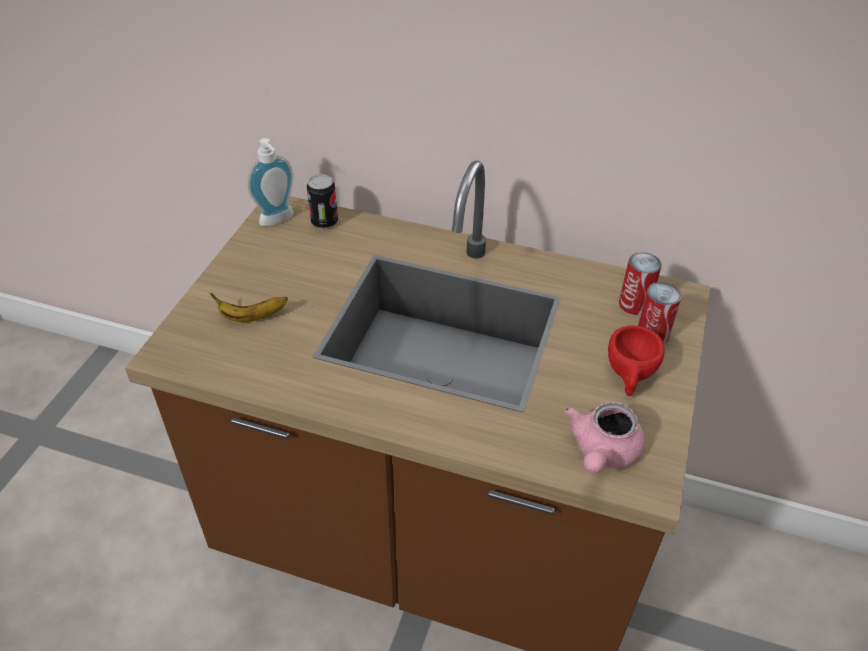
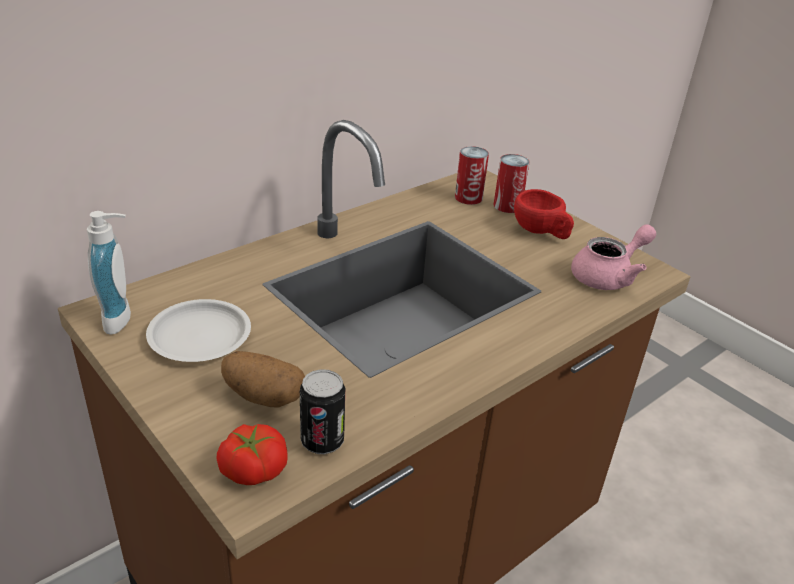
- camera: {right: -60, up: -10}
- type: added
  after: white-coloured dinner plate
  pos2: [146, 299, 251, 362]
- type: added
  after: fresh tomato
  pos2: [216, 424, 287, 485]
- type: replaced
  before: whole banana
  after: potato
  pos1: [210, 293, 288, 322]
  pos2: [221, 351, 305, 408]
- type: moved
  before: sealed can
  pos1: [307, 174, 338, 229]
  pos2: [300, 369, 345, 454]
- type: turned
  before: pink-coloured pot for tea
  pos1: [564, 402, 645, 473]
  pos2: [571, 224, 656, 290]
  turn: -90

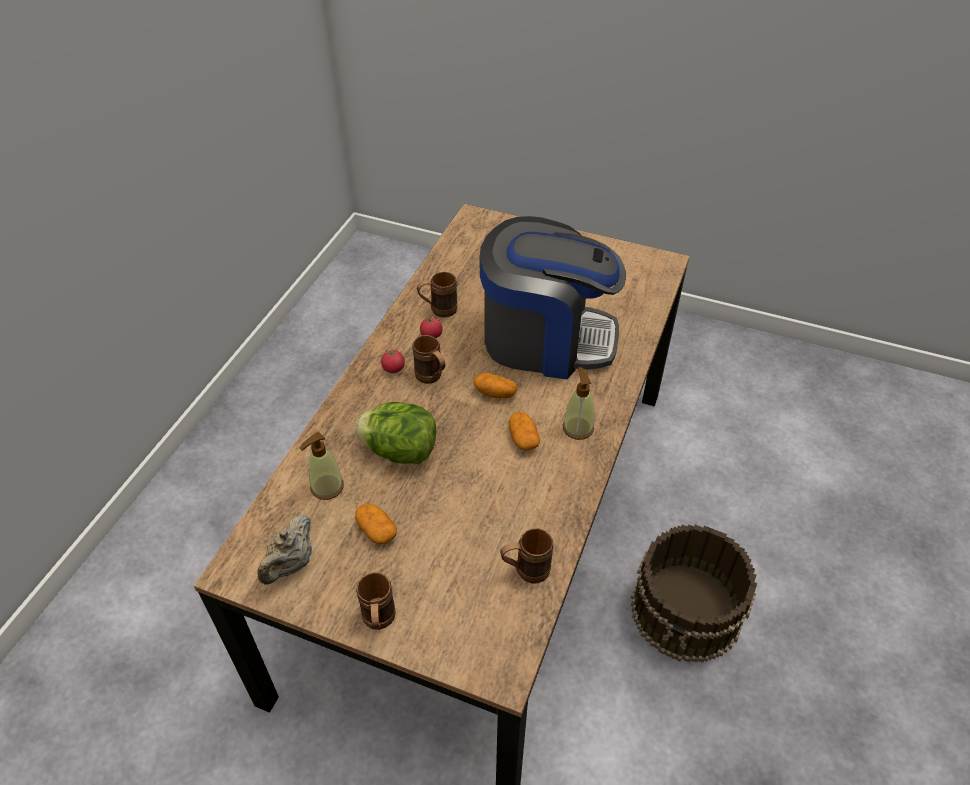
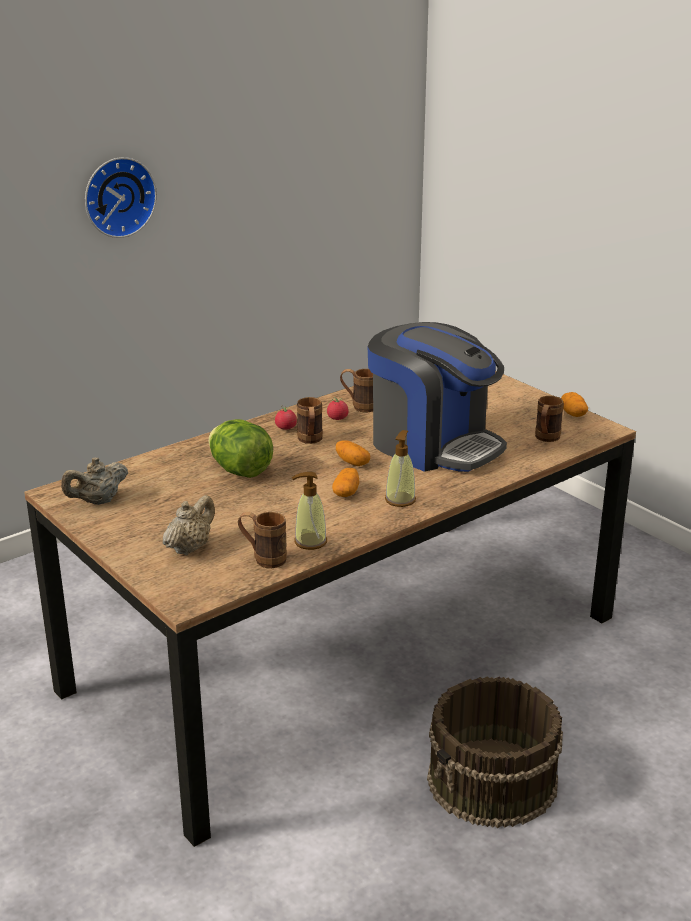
- camera: {right: 30, up: -20}
- type: added
  after: clock on the wall
  pos2: [85, 157, 157, 238]
- type: added
  after: sand-coloured pot for tea
  pos2: [163, 495, 215, 555]
- type: moved
  before: soap bottle
  pos1: [300, 432, 344, 500]
  pos2: [292, 472, 327, 550]
- type: moved
  before: brownish mug
  pos1: [356, 572, 396, 630]
  pos2: [535, 396, 564, 442]
- type: moved
  before: potato
  pos1: [355, 504, 397, 544]
  pos2: [561, 392, 588, 417]

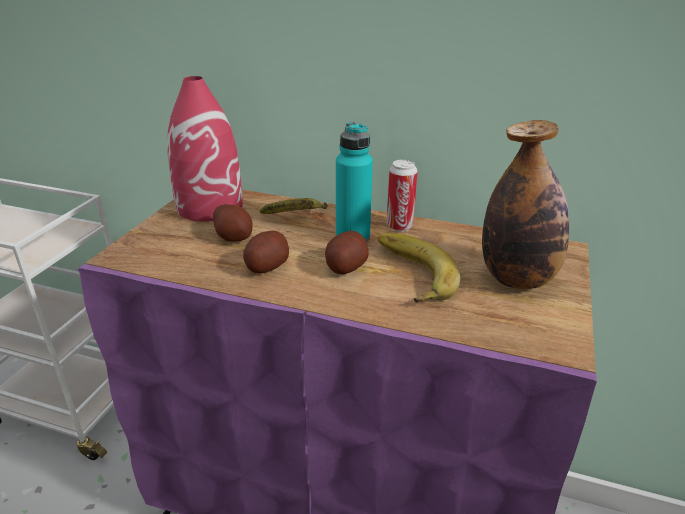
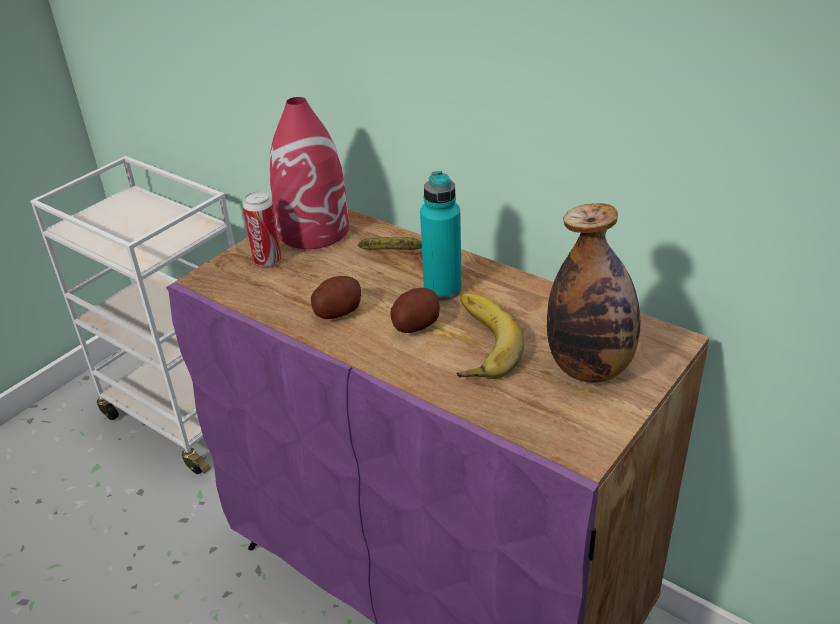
- camera: {right: 20, up: 5}
- type: moved
  before: sealed can
  pos1: [387, 159, 418, 232]
  pos2: [243, 192, 281, 267]
- type: removed
  before: potato
  pos1: [213, 204, 253, 242]

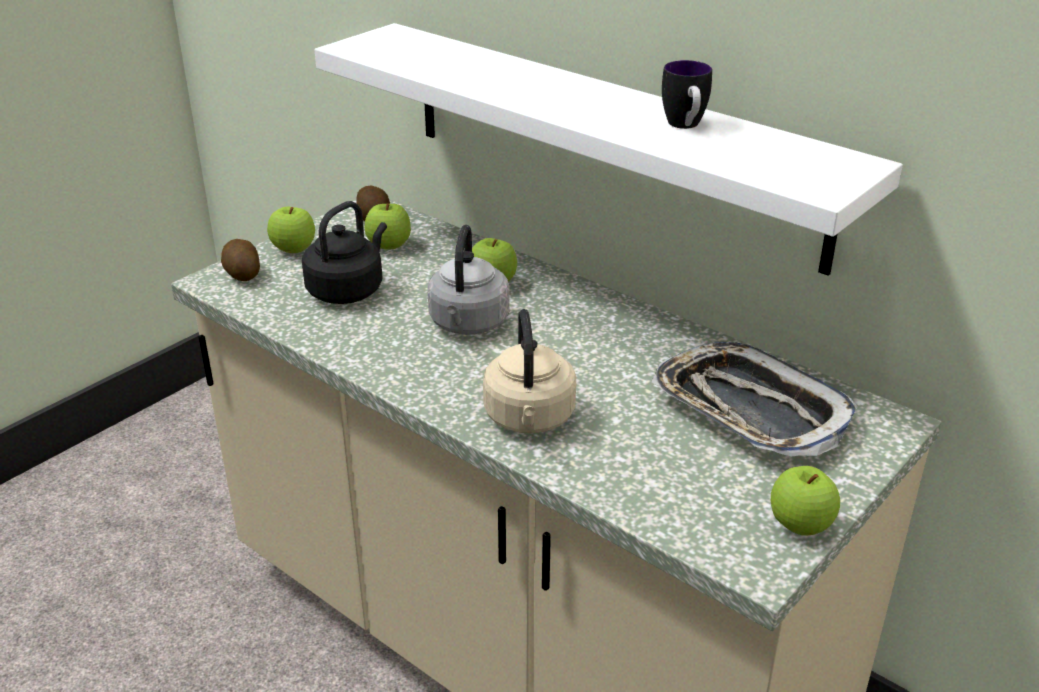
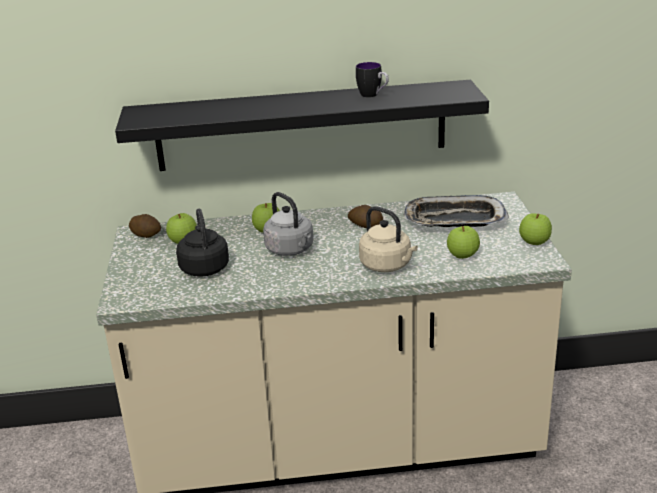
- camera: {right: -45, up: -5}
- type: recoloured
  before: white-coloured shelf
  after: black shelf
  pos1: [314, 23, 903, 276]
  pos2: [115, 80, 489, 171]
- type: moved
  before: potato
  pos1: [221, 239, 260, 281]
  pos2: [348, 205, 383, 228]
- type: moved
  before: apple fruit
  pos1: [267, 207, 315, 253]
  pos2: [447, 226, 480, 259]

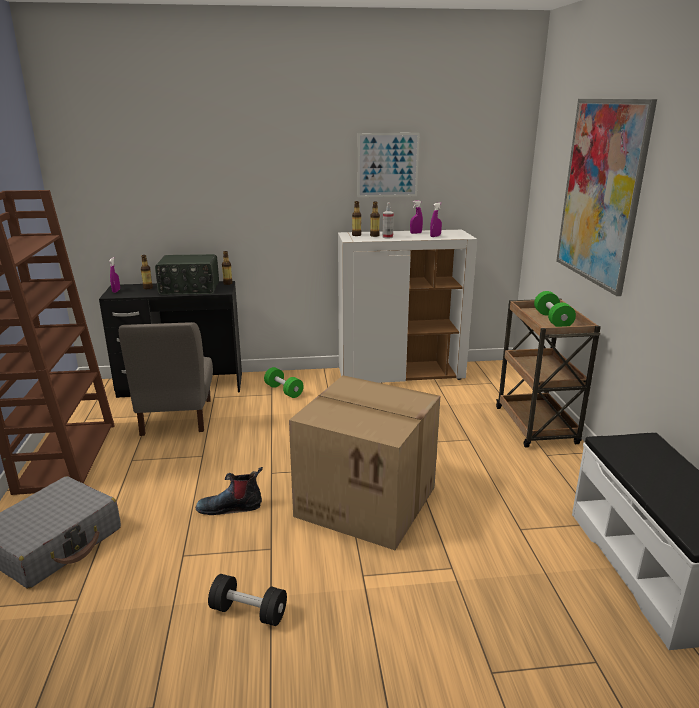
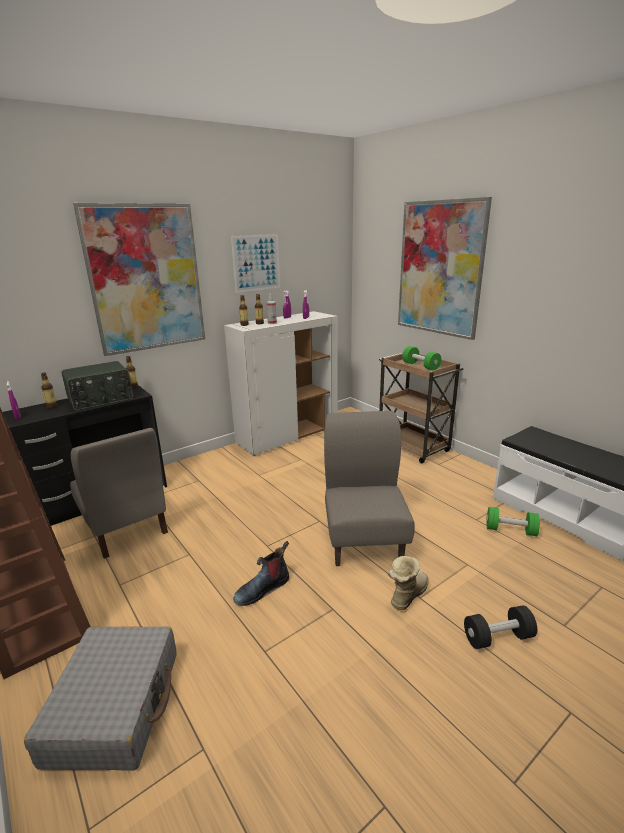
- camera: {right: -30, up: 0}
- type: added
  after: wall art
  pos2: [73, 203, 205, 356]
- type: replaced
  before: cardboard box
  after: greyish upright chair
  pos1: [289, 375, 440, 550]
  pos2: [324, 411, 415, 566]
- type: added
  after: boot
  pos2: [388, 556, 429, 610]
- type: moved
  before: black hand weight
  pos1: [208, 574, 287, 626]
  pos2: [464, 605, 537, 649]
- type: moved
  before: greenish hand weight
  pos1: [264, 367, 304, 398]
  pos2: [486, 507, 540, 536]

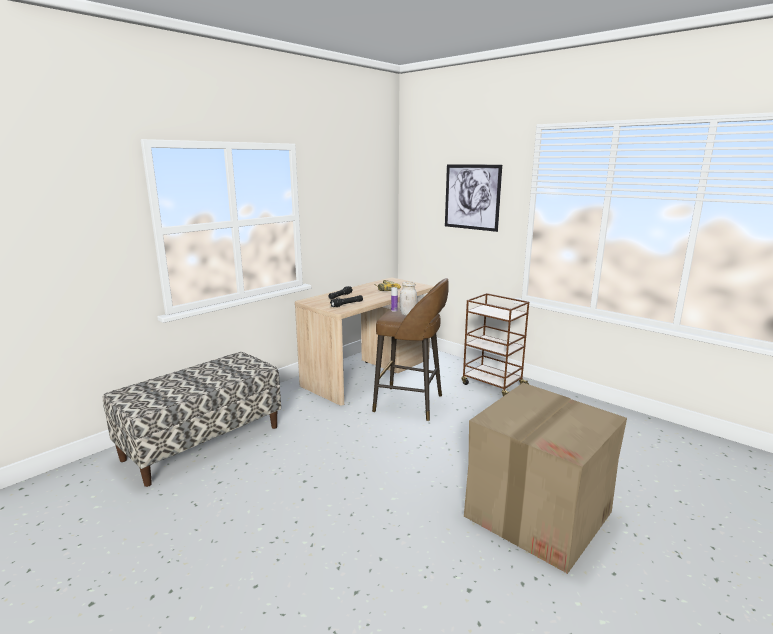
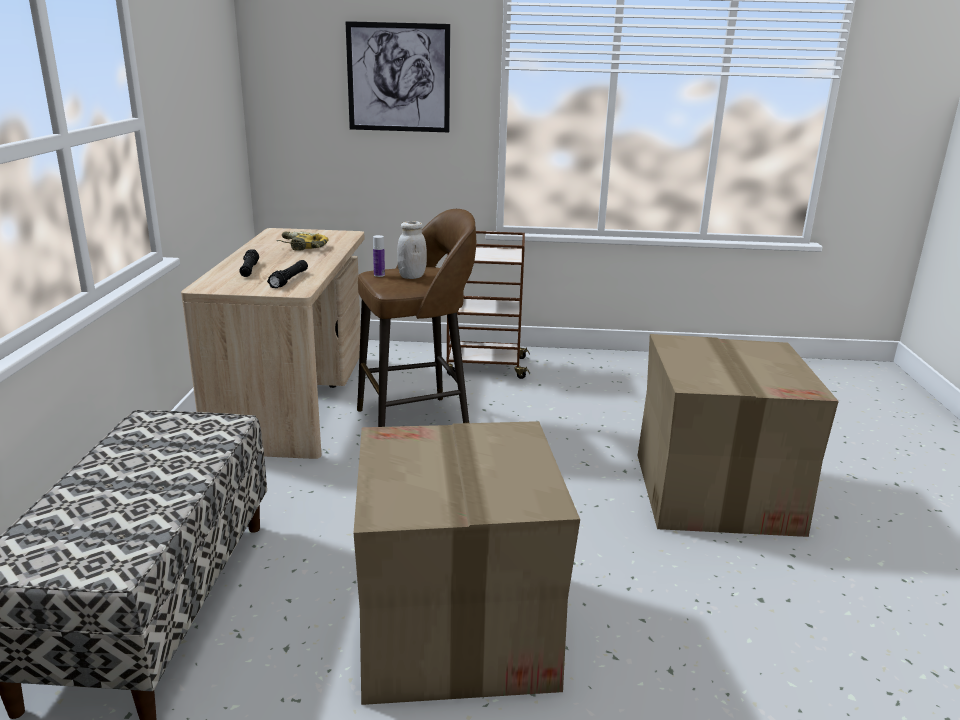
- camera: {right: -40, up: 5}
- type: added
  after: cardboard box
  pos2: [354, 421, 580, 705]

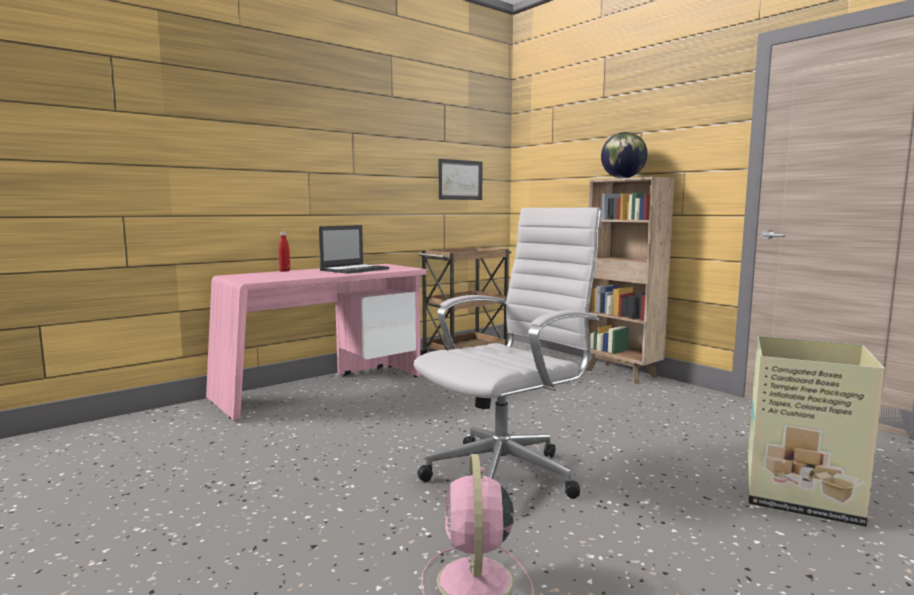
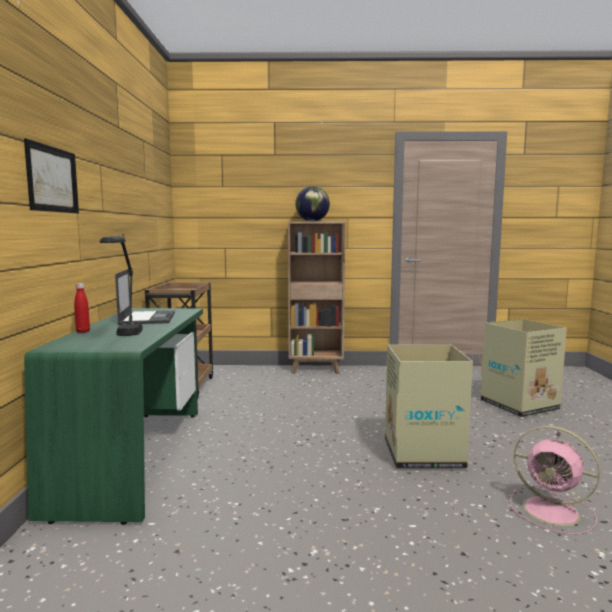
- camera: {right: -50, up: 0}
- type: moved
  before: wall art
  pos1: [439, 159, 483, 200]
  pos2: [24, 138, 79, 213]
- type: recoloured
  before: pink-coloured desk unit
  after: greenish desk unit
  pos1: [206, 264, 427, 420]
  pos2: [24, 308, 203, 525]
- type: added
  after: black lamp for a table
  pos2: [100, 234, 143, 336]
- type: replaced
  before: white-coloured office chair
  after: cardboard box
  pos1: [414, 208, 602, 499]
  pos2: [385, 344, 473, 469]

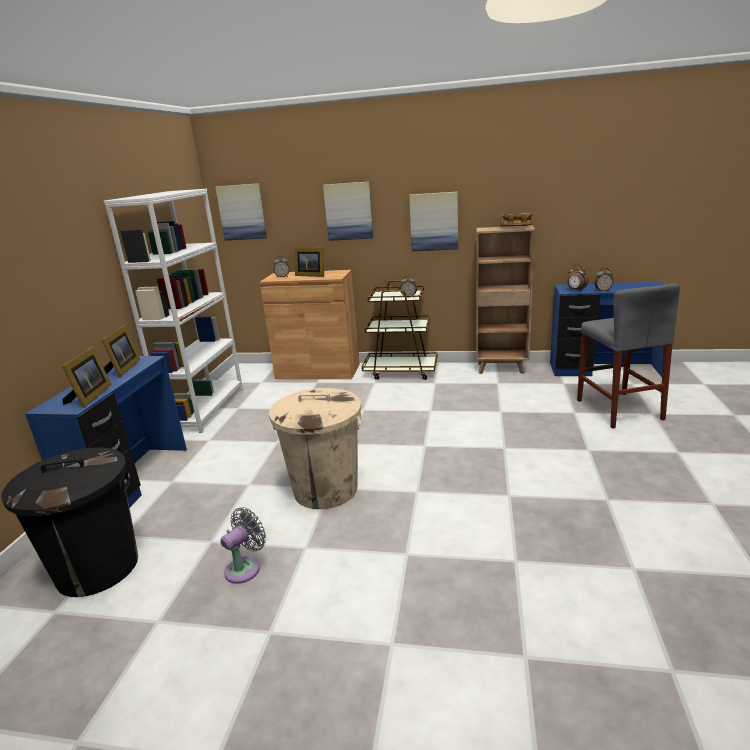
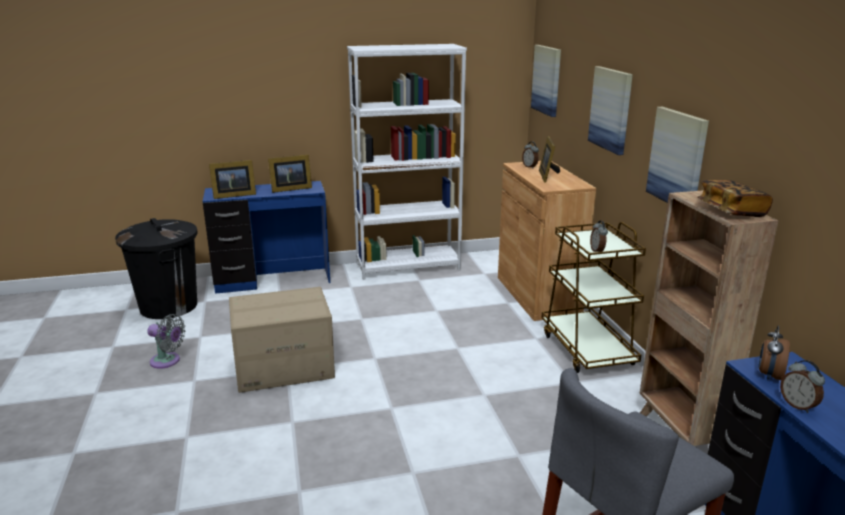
- camera: {right: 65, up: 0}
- type: replaced
  before: sand-coloured rubbish bin
  after: cardboard box
  pos1: [269, 388, 361, 509]
  pos2: [229, 287, 335, 393]

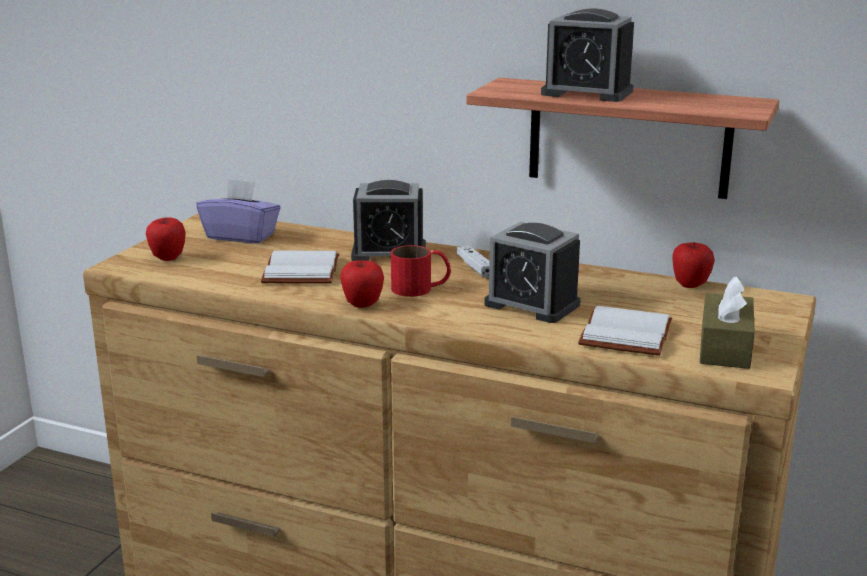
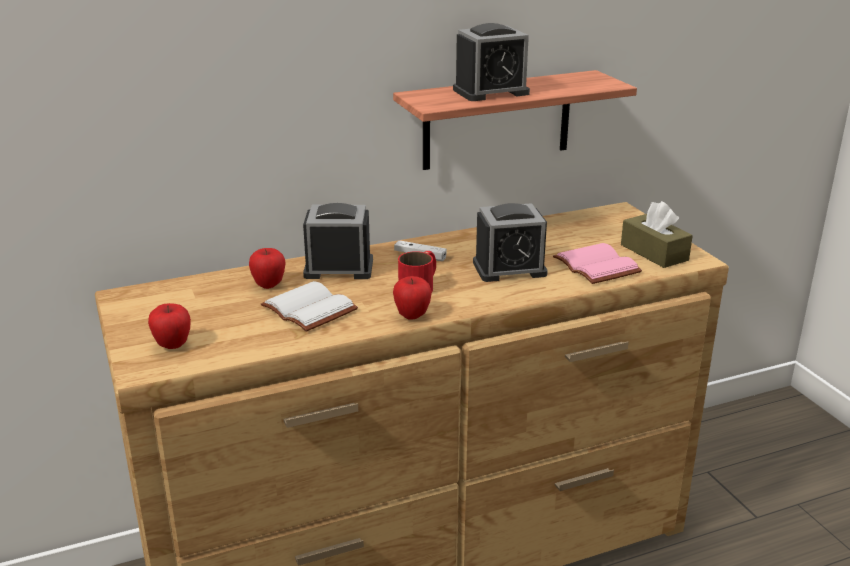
- camera: {right: -45, up: 5}
- type: moved
  before: apple fruit
  pos1: [672, 242, 714, 288]
  pos2: [249, 248, 286, 289]
- type: turned
  before: table clock
  pos1: [351, 180, 426, 261]
  pos2: [303, 203, 373, 279]
  turn: -135
- type: recoloured
  before: white-coloured volume
  after: pink-coloured volume
  pos1: [578, 306, 672, 356]
  pos2: [553, 243, 642, 284]
- type: removed
  before: purple box of tissues
  pos1: [196, 179, 281, 244]

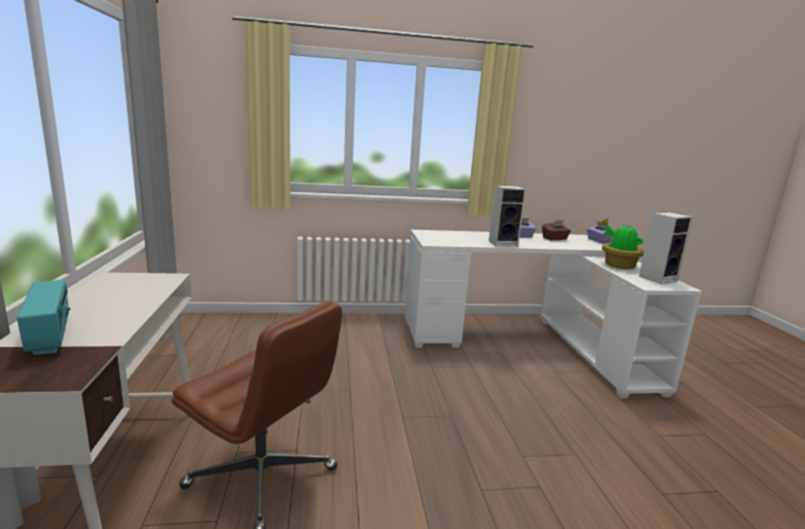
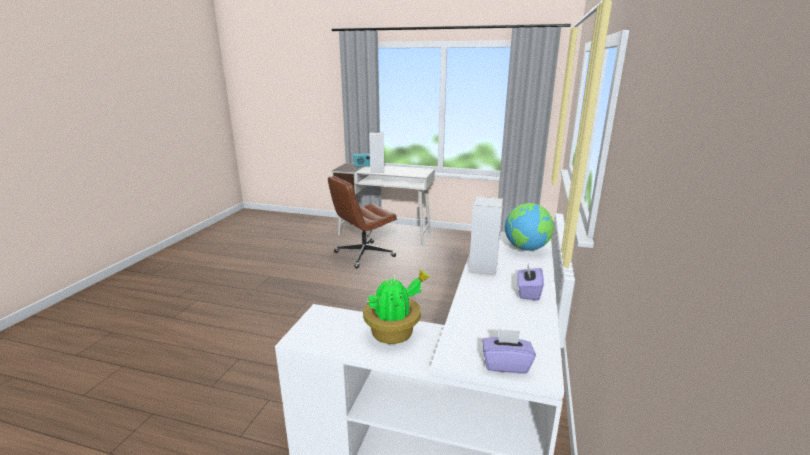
- camera: {right: 115, up: 5}
- type: moved
  before: audio speaker
  pos1: [639, 212, 693, 284]
  pos2: [369, 132, 384, 173]
- type: added
  after: globe
  pos2: [505, 203, 554, 251]
- type: removed
  before: brownish box of tissues
  pos1: [542, 220, 571, 241]

